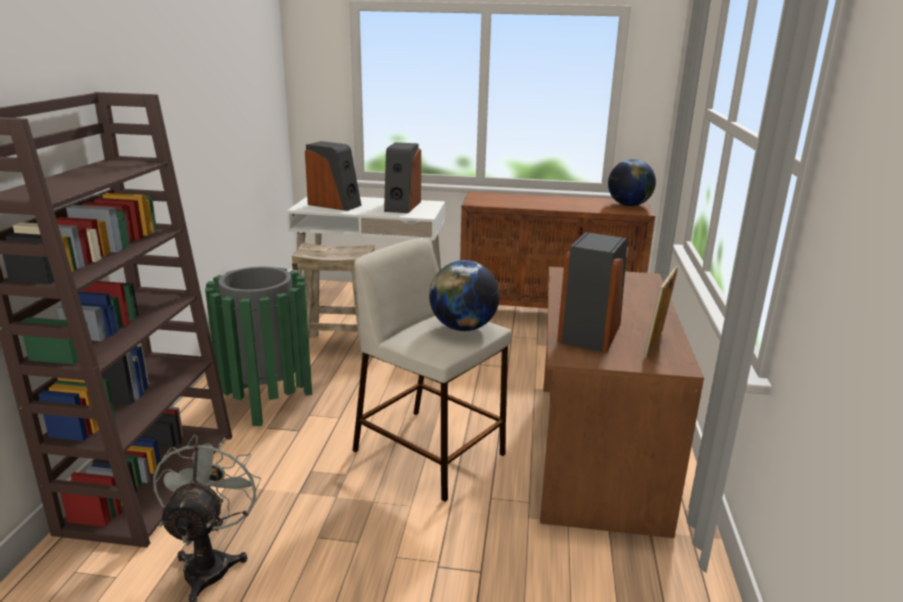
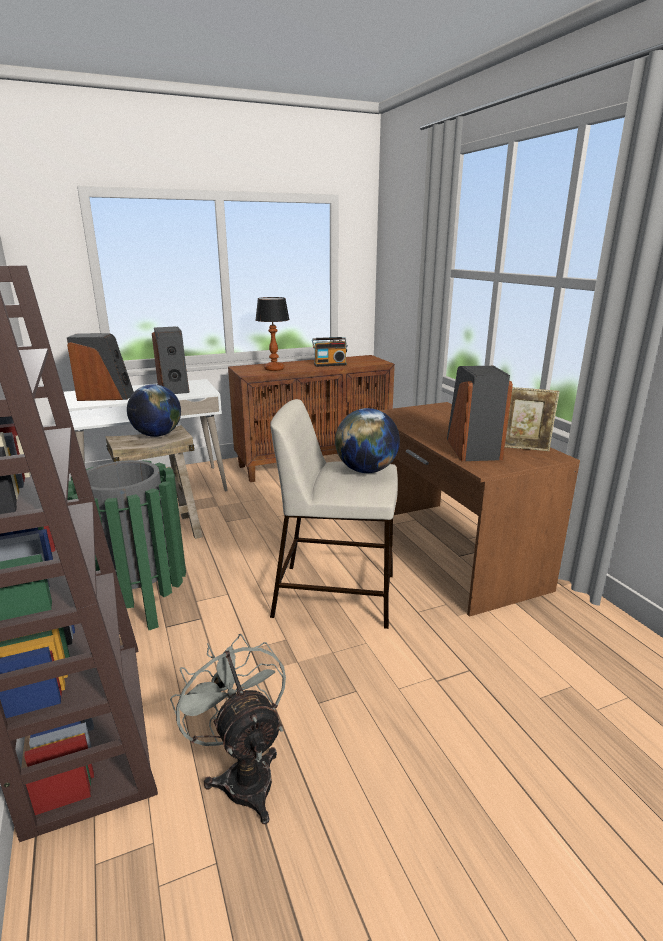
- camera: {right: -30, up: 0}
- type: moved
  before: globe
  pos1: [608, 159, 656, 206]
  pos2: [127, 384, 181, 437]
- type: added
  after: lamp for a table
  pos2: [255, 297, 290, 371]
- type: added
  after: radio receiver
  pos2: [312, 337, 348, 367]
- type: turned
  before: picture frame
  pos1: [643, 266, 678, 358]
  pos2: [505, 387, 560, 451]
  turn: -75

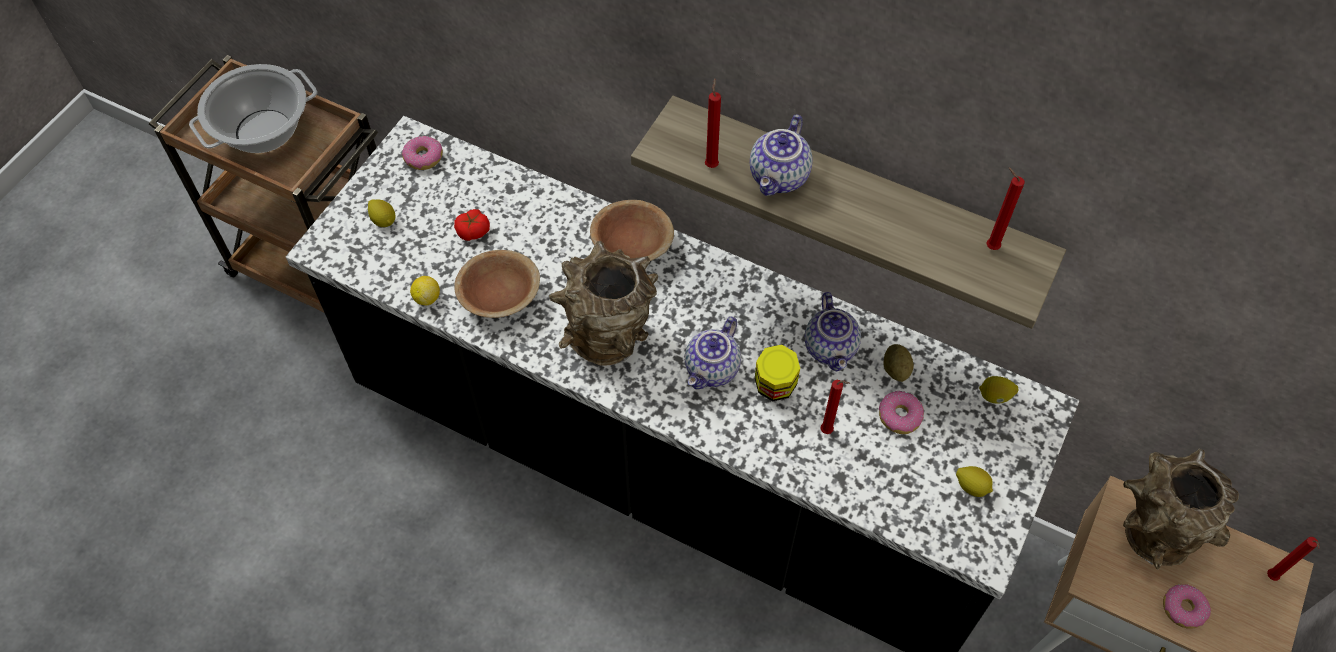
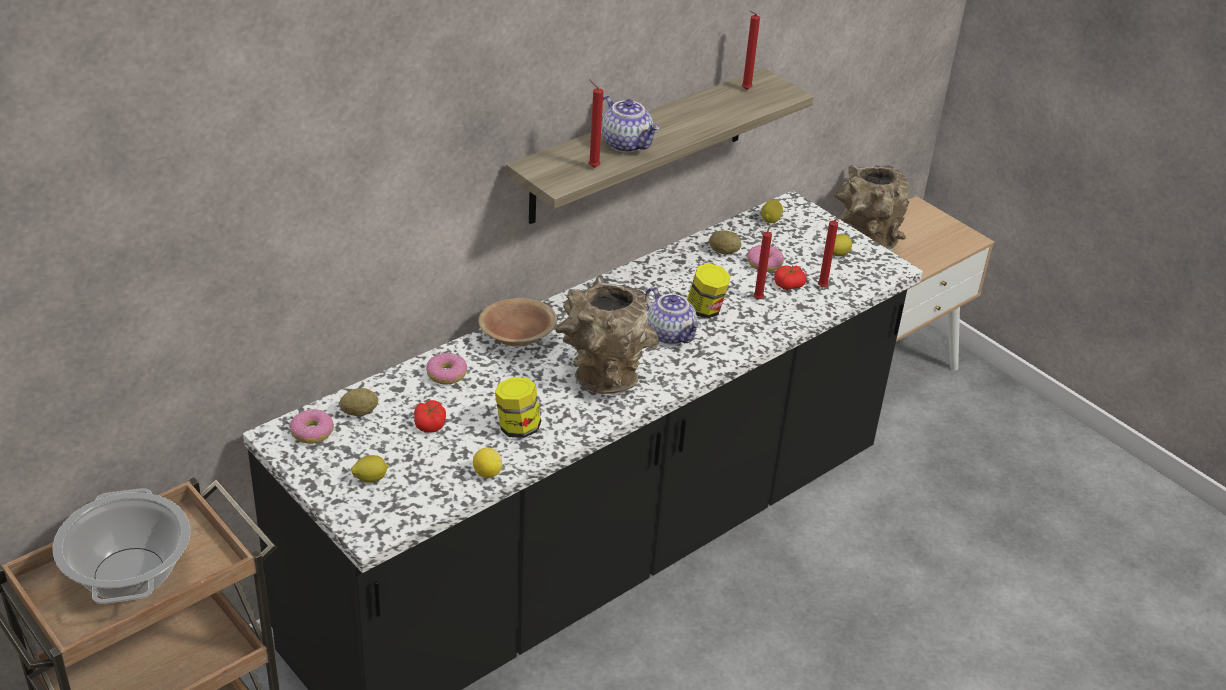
- camera: {right: -70, up: -20}
- type: added
  after: potato
  pos2: [339, 388, 378, 416]
- type: moved
  before: ring doughnut
  pos1: [1163, 584, 1211, 629]
  pos2: [426, 353, 467, 385]
- type: replaced
  before: brownish deep dish
  after: storage jar
  pos1: [454, 250, 540, 318]
  pos2: [495, 377, 541, 438]
- type: added
  after: fresh tomato
  pos2: [774, 265, 806, 290]
- type: moved
  before: red wax light
  pos1: [1267, 537, 1320, 581]
  pos2: [818, 218, 844, 288]
- type: removed
  before: pot for tea
  pos1: [805, 292, 861, 371]

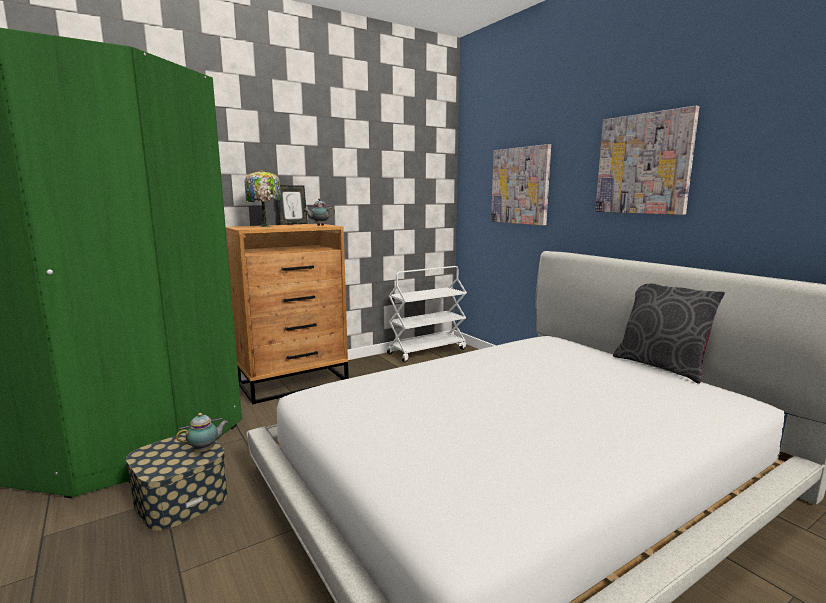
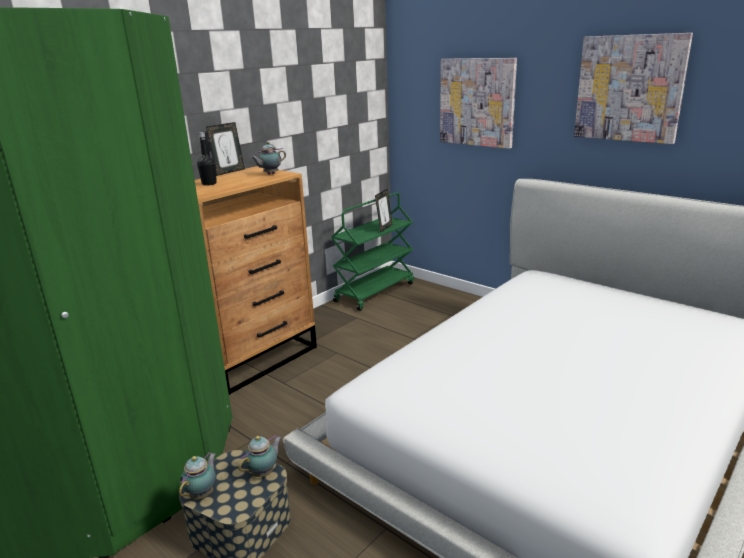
- camera: {right: -15, up: 10}
- type: added
  after: pot for tea
  pos2: [179, 453, 216, 499]
- type: replaced
  before: lamp for a table
  after: black drink bottle
  pos1: [245, 170, 281, 227]
  pos2: [197, 132, 217, 185]
- type: recoloured
  before: white-coloured trolley
  after: greenish trolley
  pos1: [387, 266, 467, 362]
  pos2: [331, 192, 414, 311]
- type: added
  after: picture frame
  pos2: [375, 189, 393, 232]
- type: removed
  before: greyish pillow
  pos1: [613, 283, 725, 384]

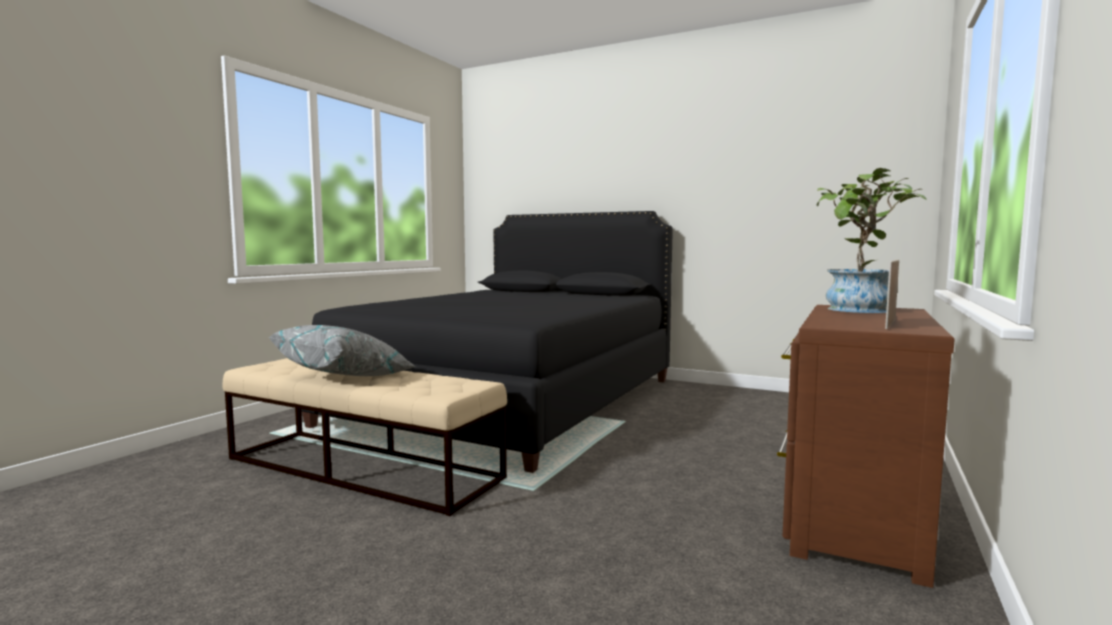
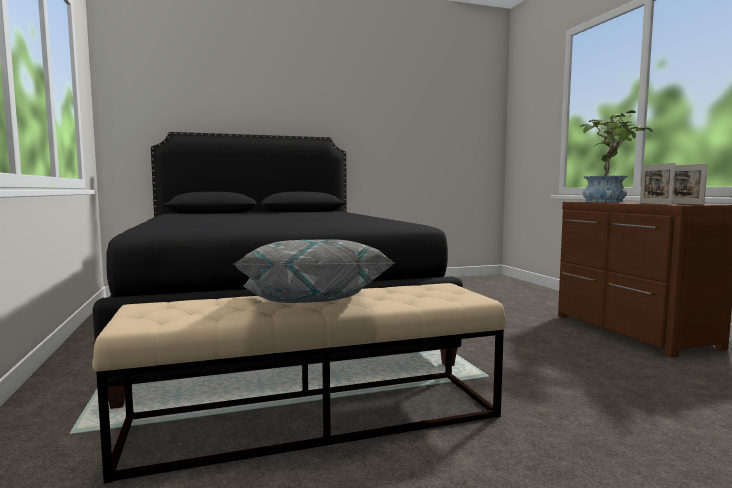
- camera: {right: -45, up: 0}
- type: added
  after: picture frame
  pos2: [640, 163, 676, 205]

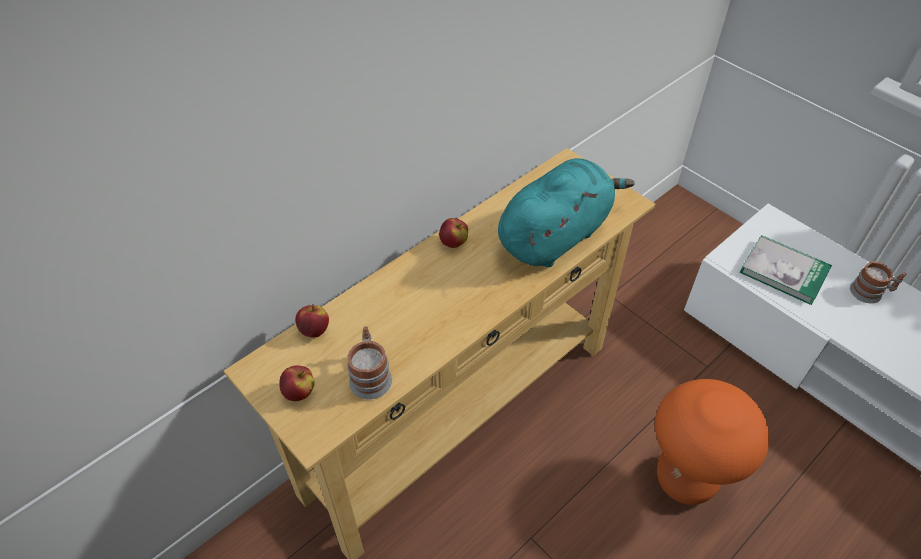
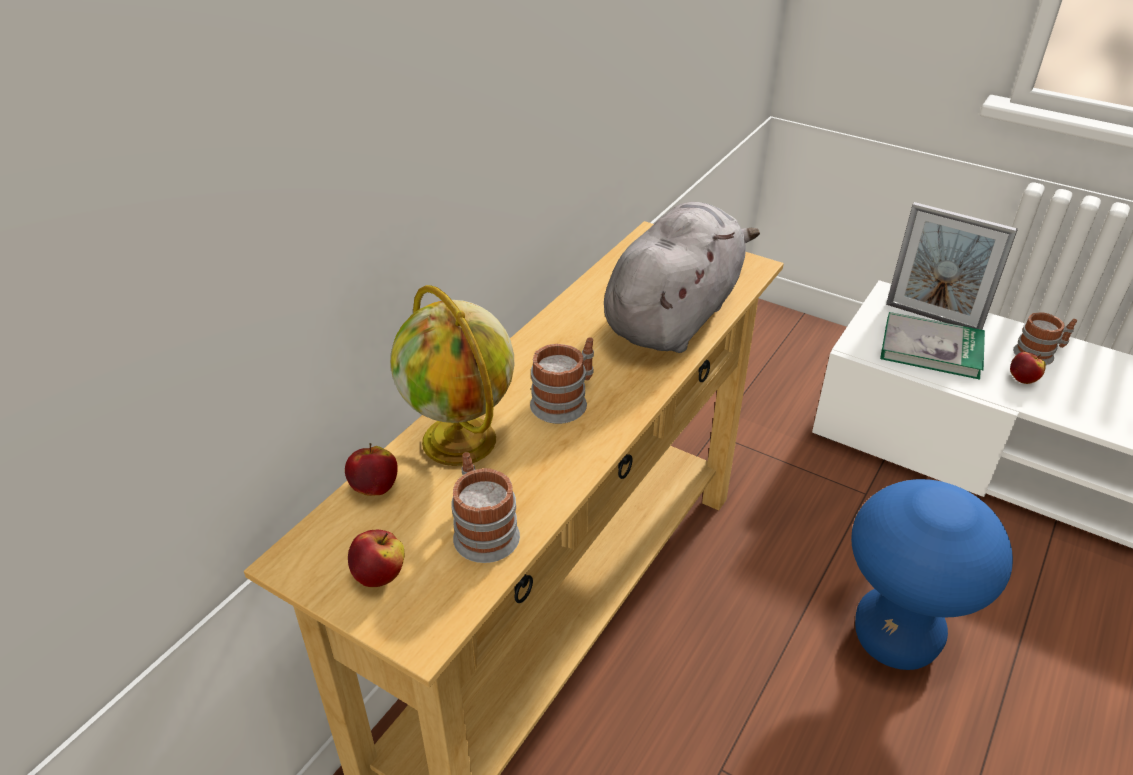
- camera: {right: -15, up: -10}
- type: added
  after: globe
  pos2: [391, 285, 514, 466]
- type: added
  after: mug
  pos2: [530, 338, 594, 424]
- type: recoloured
  before: blue-green soft toy
  after: greyish soft toy
  pos1: [498, 158, 635, 268]
  pos2: [604, 202, 760, 353]
- type: recoloured
  before: orange-coloured stool seat
  after: blue stool seat
  pos1: [655, 379, 769, 505]
  pos2: [851, 479, 1013, 670]
- type: added
  after: picture frame
  pos2: [886, 202, 1018, 330]
- type: moved
  before: apple fruit
  pos1: [439, 218, 468, 248]
  pos2: [1010, 352, 1046, 384]

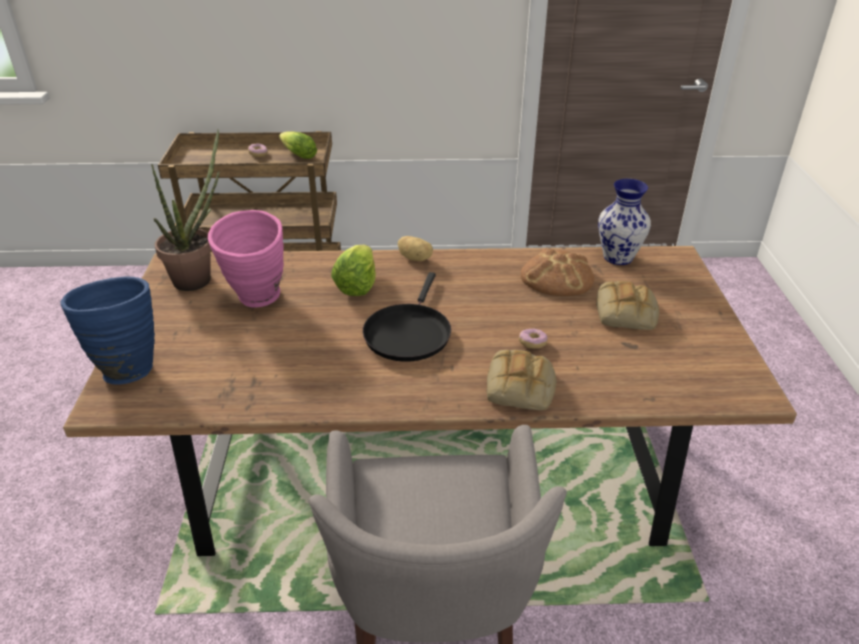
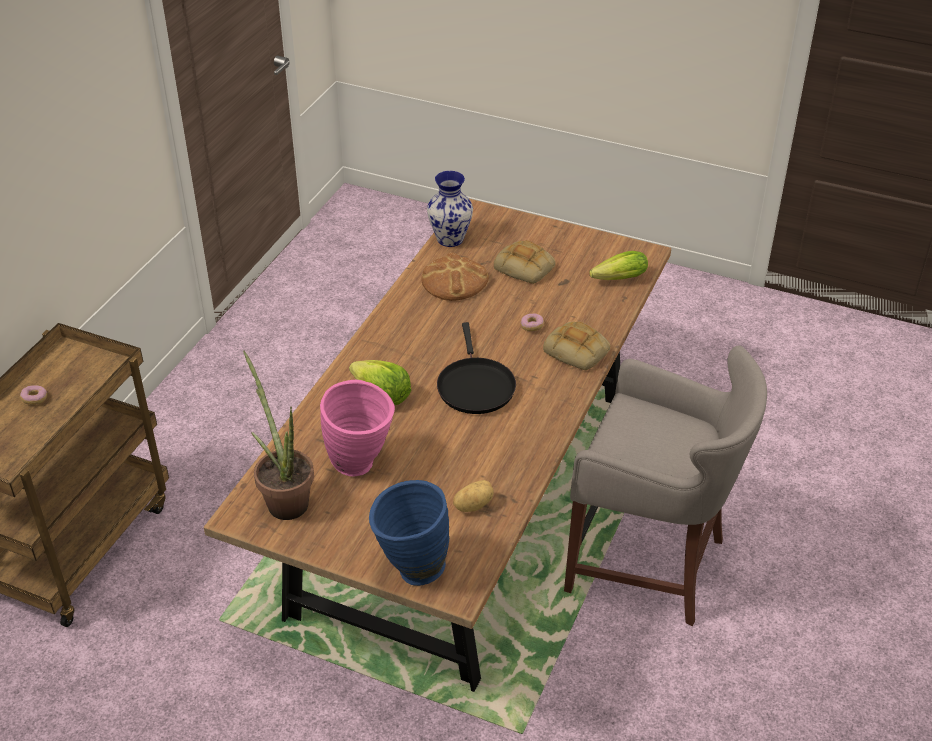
- camera: {right: -65, up: 5}
- type: turned
  before: black frying pan
  pos1: [363, 272, 451, 362]
  pos2: [437, 322, 516, 414]
  turn: 45
- type: moved
  before: potato
  pos1: [398, 236, 433, 261]
  pos2: [453, 480, 494, 512]
- type: moved
  before: lettuce head
  pos1: [279, 132, 317, 159]
  pos2: [589, 251, 648, 280]

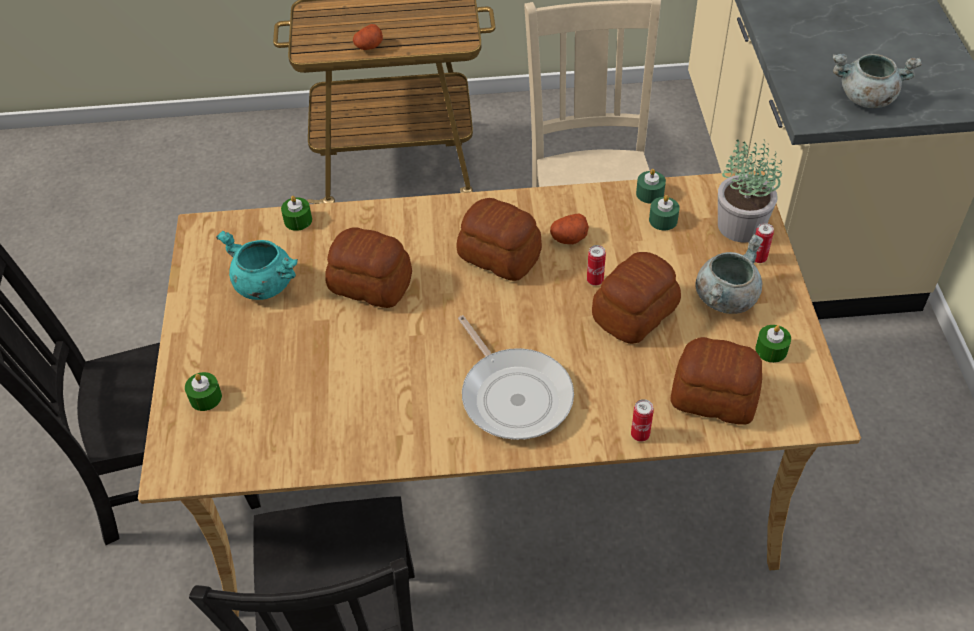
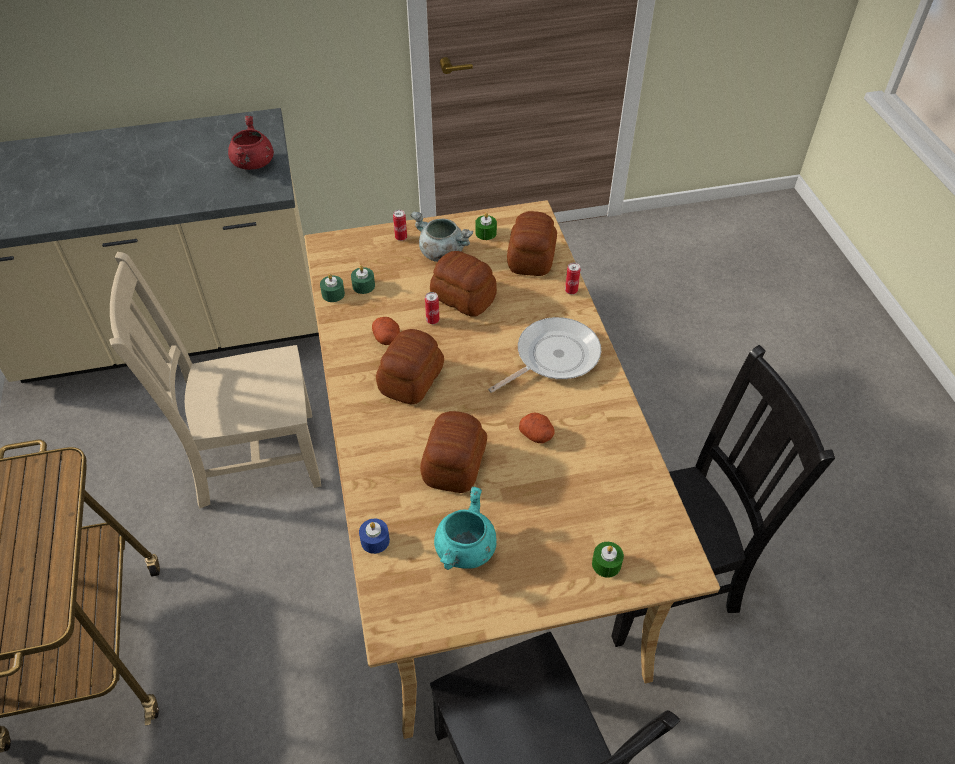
- camera: {right: -100, up: 0}
- type: recoloured
  before: greyish stockpot
  after: red stockpot
  pos1: [833, 54, 922, 108]
  pos2: [228, 116, 274, 170]
- type: recoloured
  before: greenish wax light
  after: blue wax light
  pos1: [281, 196, 312, 231]
  pos2: [359, 519, 390, 554]
- type: moved
  before: potato
  pos1: [353, 24, 383, 50]
  pos2: [519, 412, 555, 443]
- type: removed
  before: plant in a pot
  pos1: [718, 139, 782, 242]

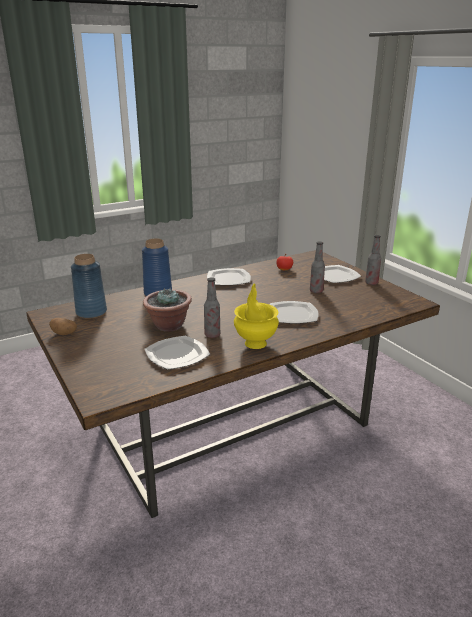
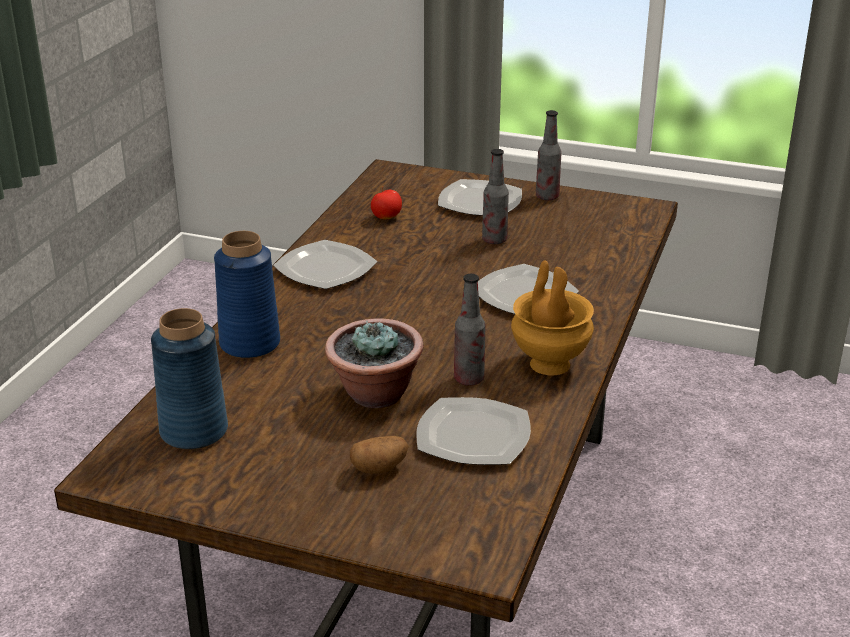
- camera: {right: -40, up: 5}
- type: moved
  before: potato
  pos1: [49, 318, 77, 335]
  pos2: [350, 436, 409, 474]
- type: recoloured
  before: yellowish vase
  after: brownish vase
  pos1: [234, 284, 279, 349]
  pos2: [511, 260, 594, 375]

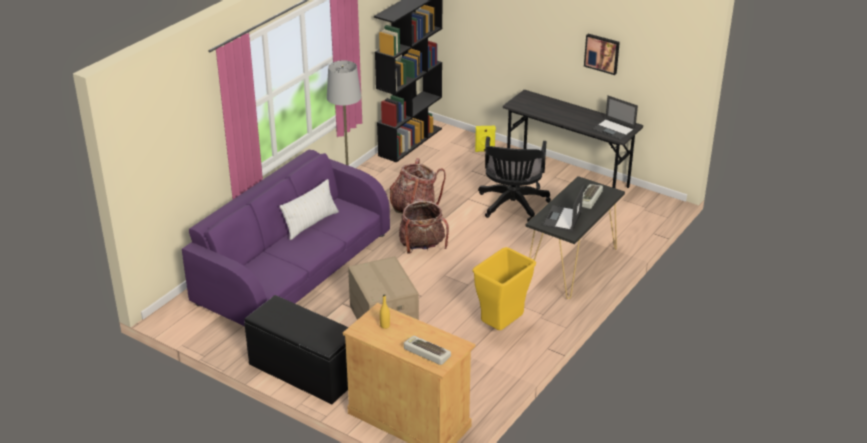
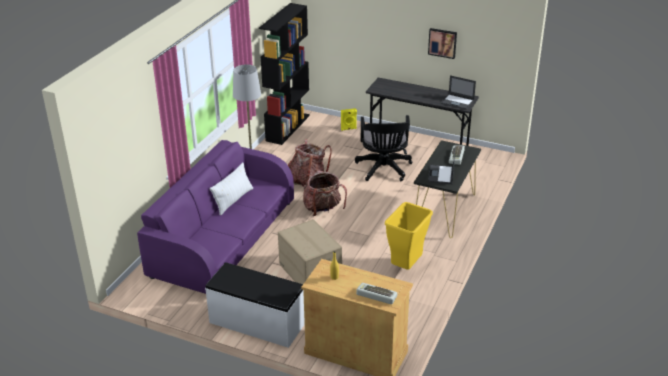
- camera: {right: -10, up: 0}
- type: recoloured
  before: black long seat
  after: white-coloured long seat
  pos1: [244, 295, 349, 404]
  pos2: [205, 262, 305, 348]

